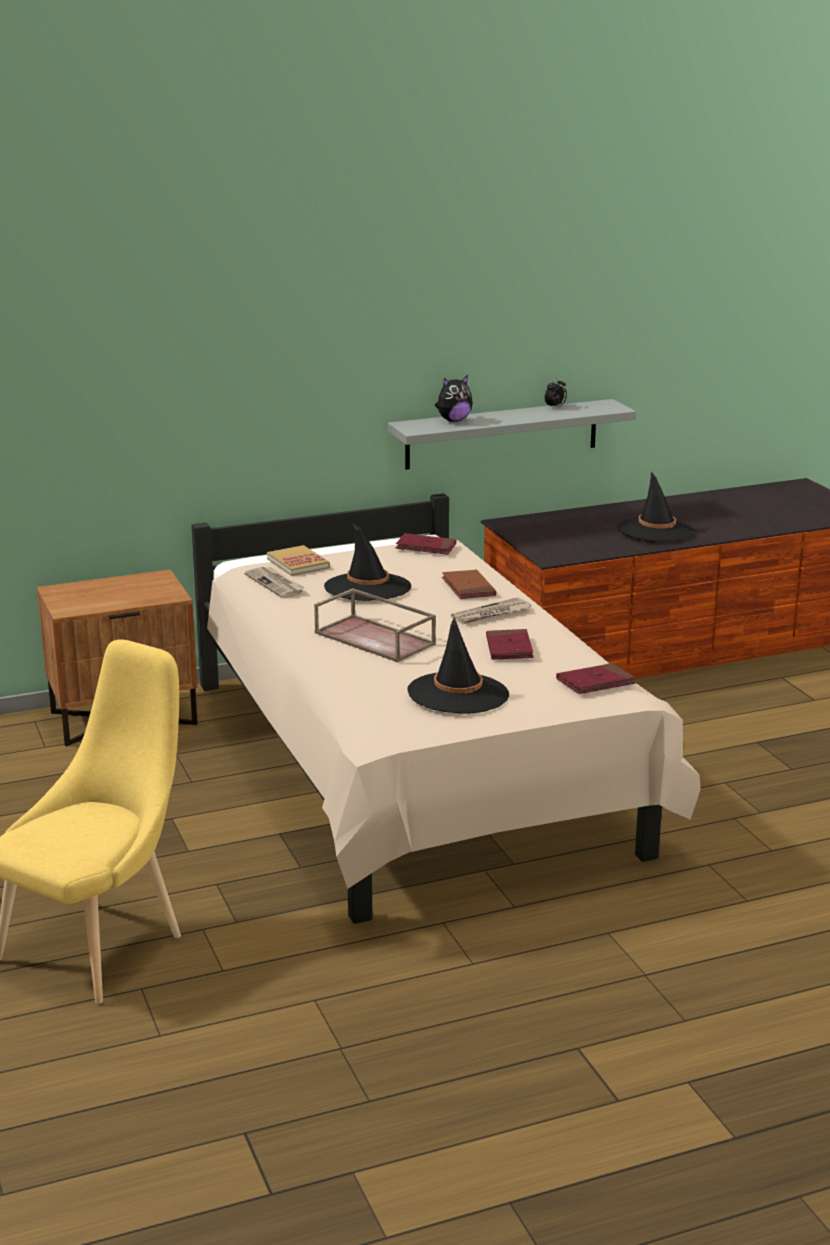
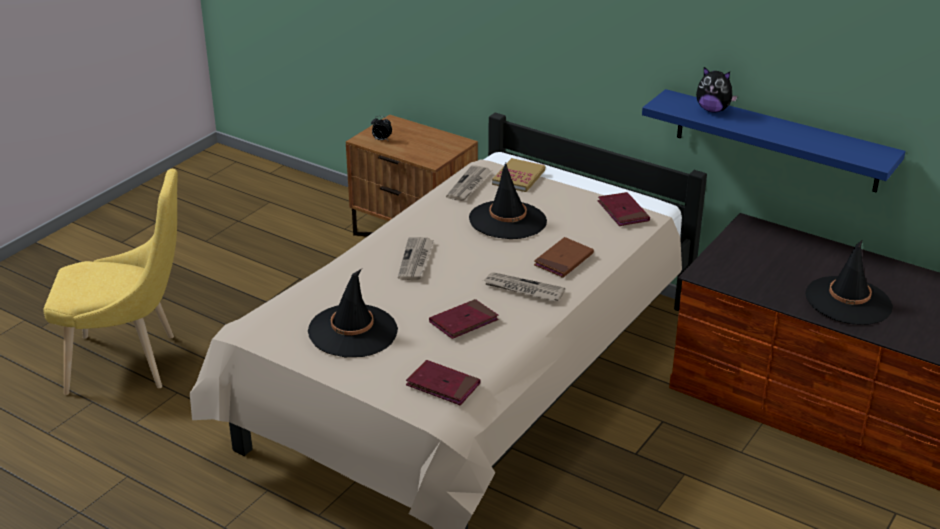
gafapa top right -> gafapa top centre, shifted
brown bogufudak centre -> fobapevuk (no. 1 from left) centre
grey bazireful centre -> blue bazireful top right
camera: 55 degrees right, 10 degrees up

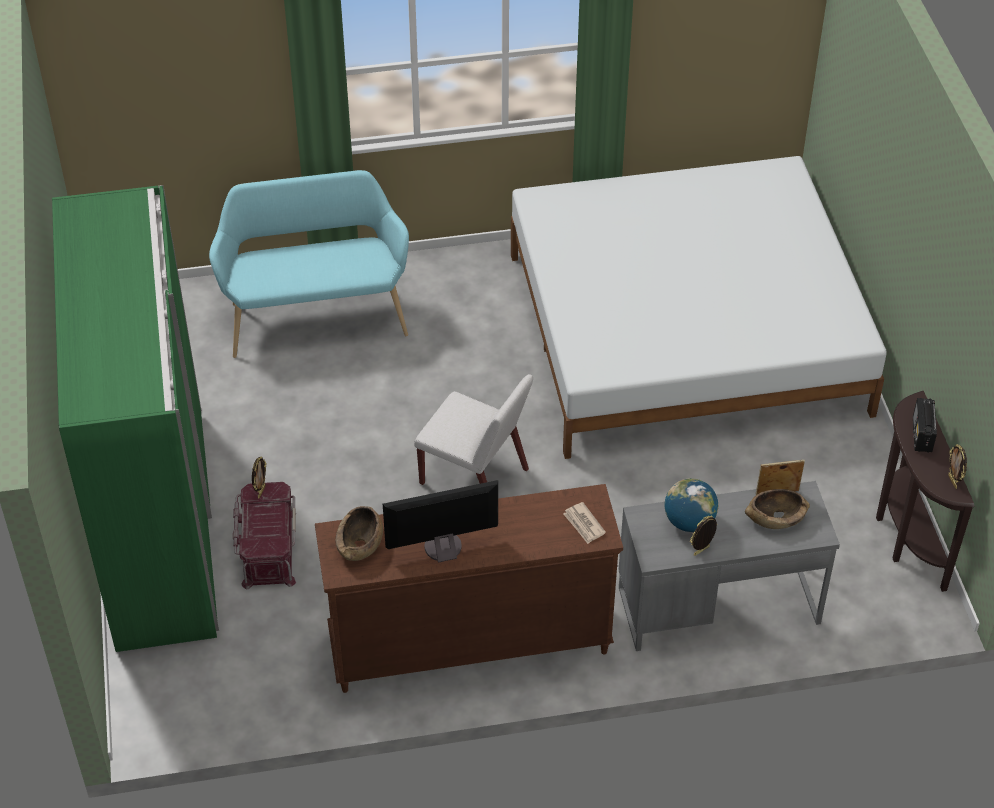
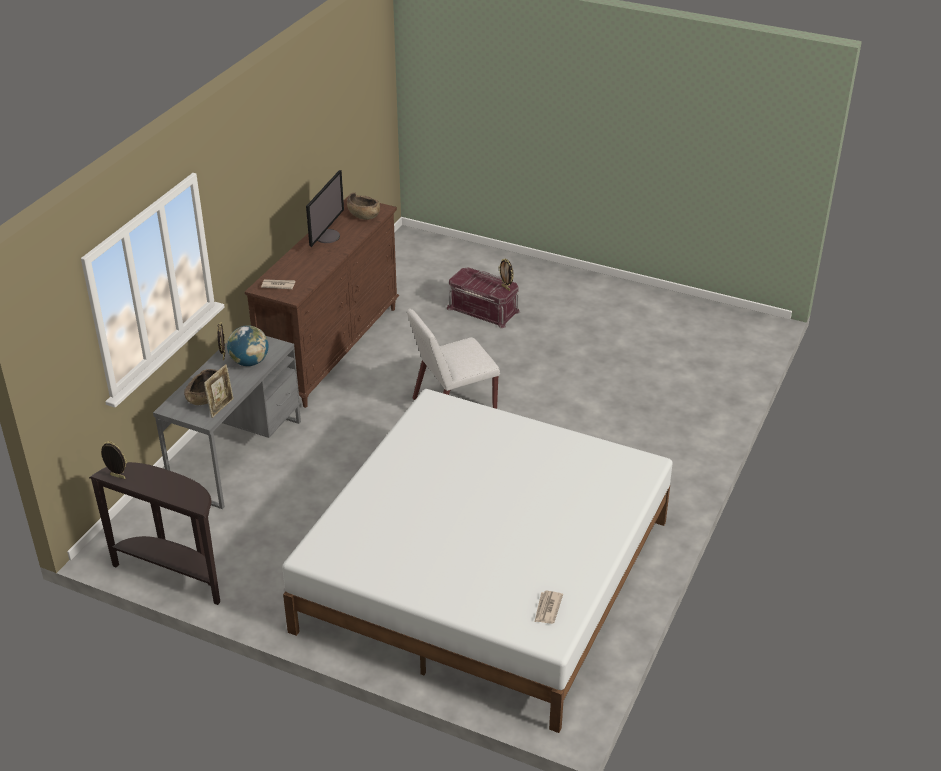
none -> fobapevuk (no. 2 from left) bottom centre
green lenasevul middle left -> none
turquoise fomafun top left -> none
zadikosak middle right -> none
camera: 125 degrees right, 10 degrees down

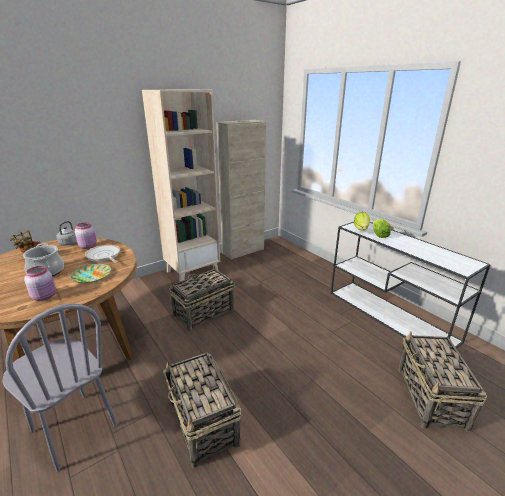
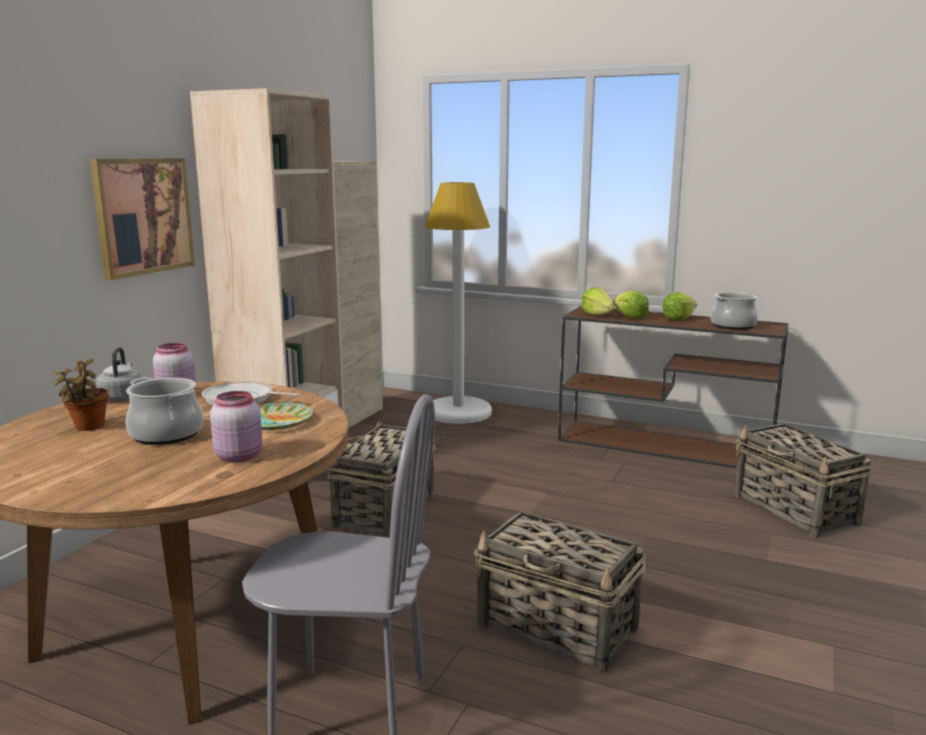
none -> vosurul top left
none -> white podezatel centre
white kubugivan middle right -> brown kubugivan middle right
none -> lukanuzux (no. 3 from left) middle right
none -> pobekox (no. 2 from left) middle right
camera: 30 degrees left, 10 degrees down

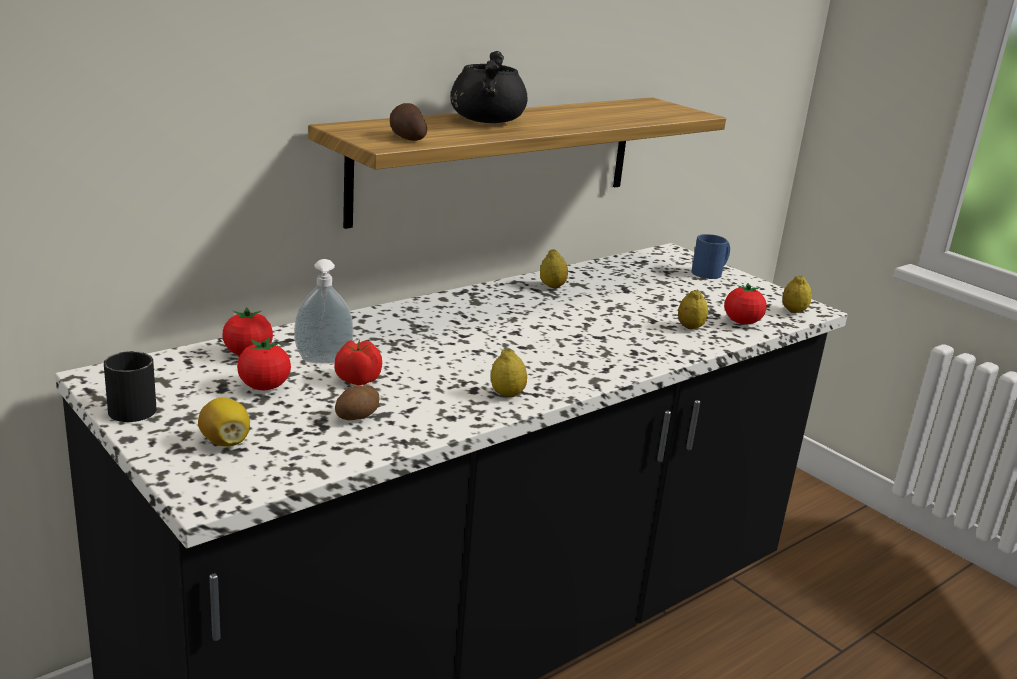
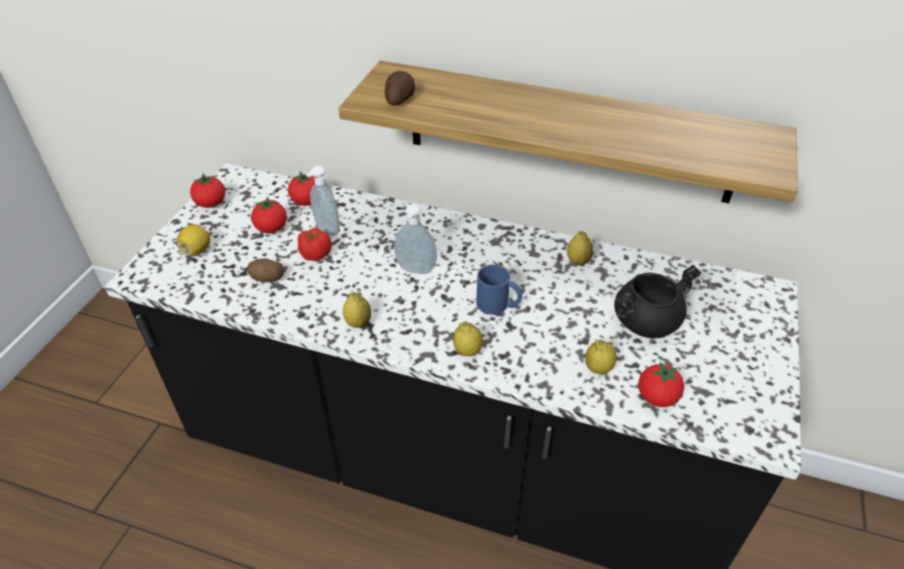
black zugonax middle left -> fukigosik (no. 1 from left) middle left
none -> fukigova (no. 2 from left) centre
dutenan (no. 5 from left in the first image) middle right -> dutenan (no. 3 from left) centre, shifted
blue zugonax middle right -> blue zugonax centre, shifted
black pobekox top centre -> black pobekox middle right, shifted
camera: 60 degrees right, 20 degrees up

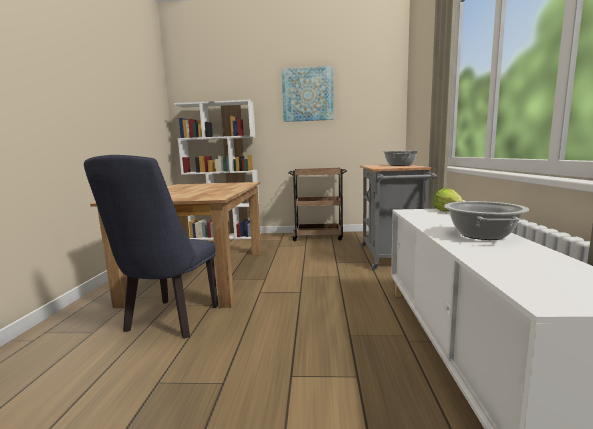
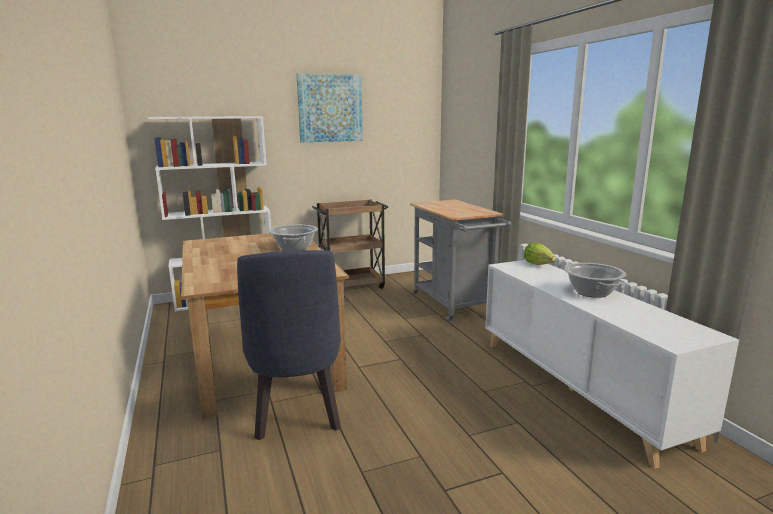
pobekox (no. 1 from left) middle right -> pobekox (no. 1 from left) centre, shifted
camera: 25 degrees left, 5 degrees up

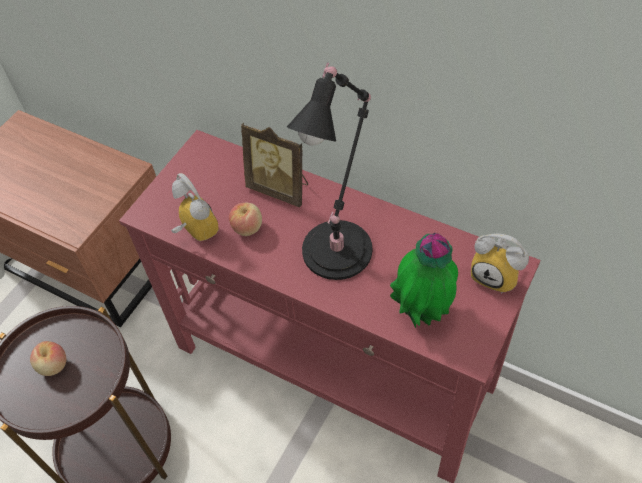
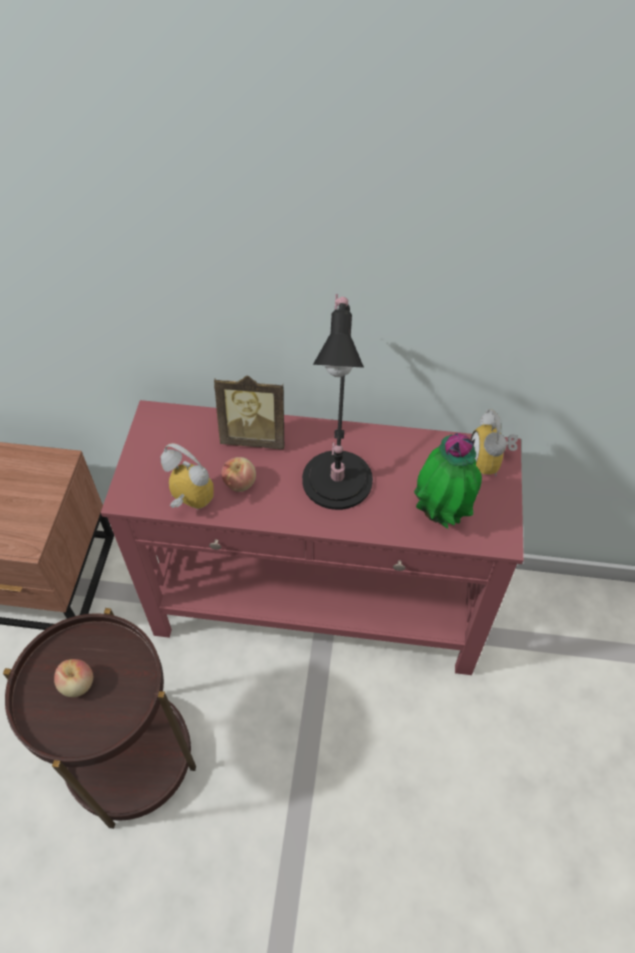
gafapa (no. 2 from left) middle right, 75 degrees clockwise
camera: 25 degrees left, 0 degrees up

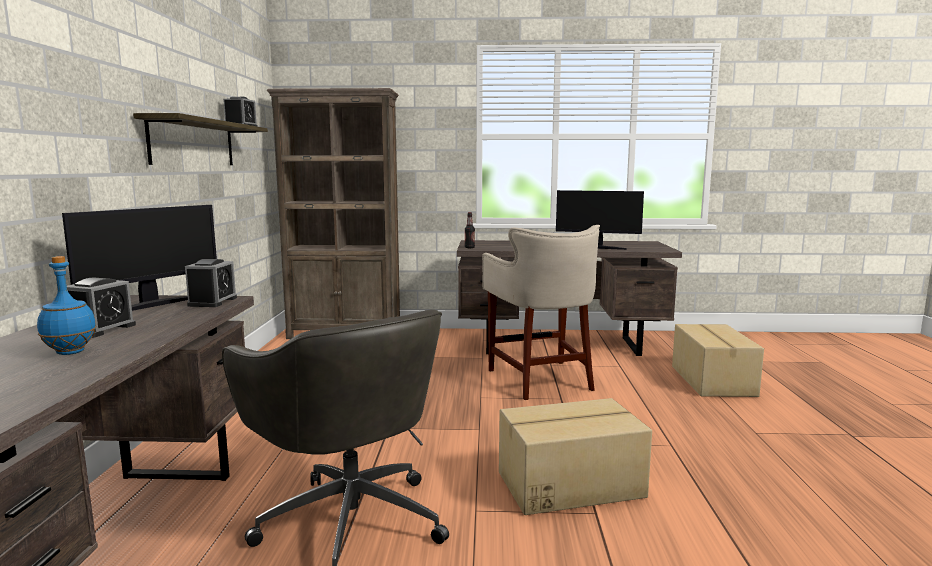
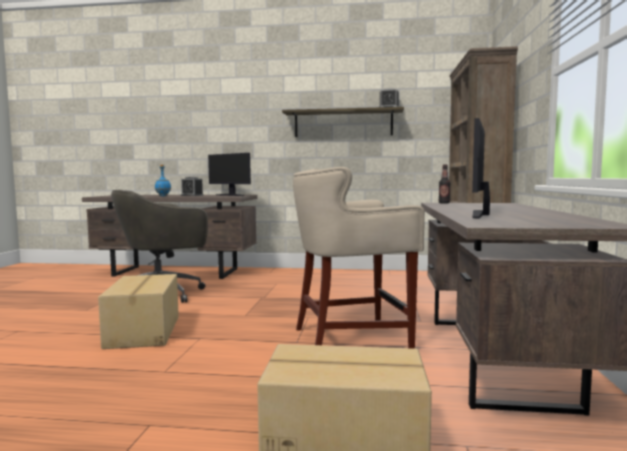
gafapa (no. 2 from left) middle left -> none
camera: 95 degrees right, 5 degrees down

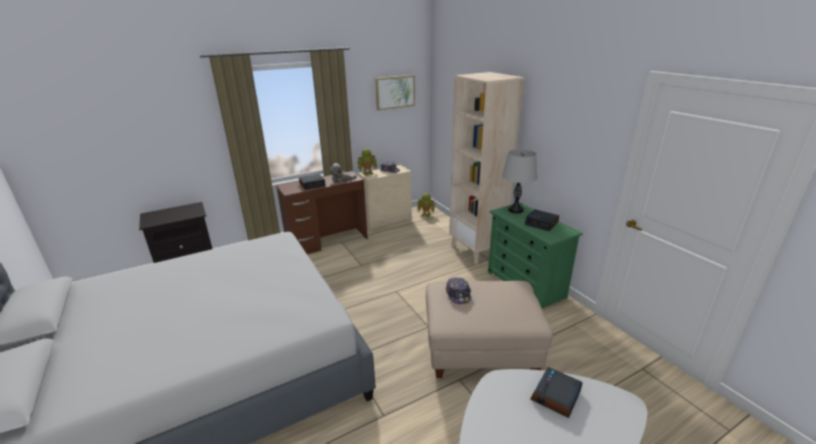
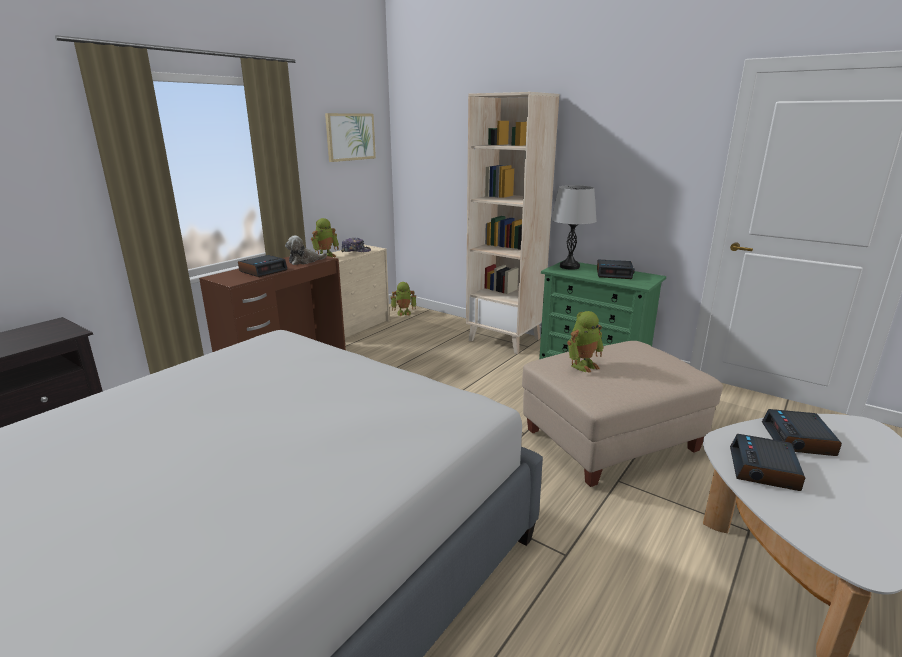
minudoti (no. 2 from left) centre -> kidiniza (no. 3 from left) centre
none -> gafapa (no. 3 from left) bottom right
camera: 25 degrees left, 5 degrees down

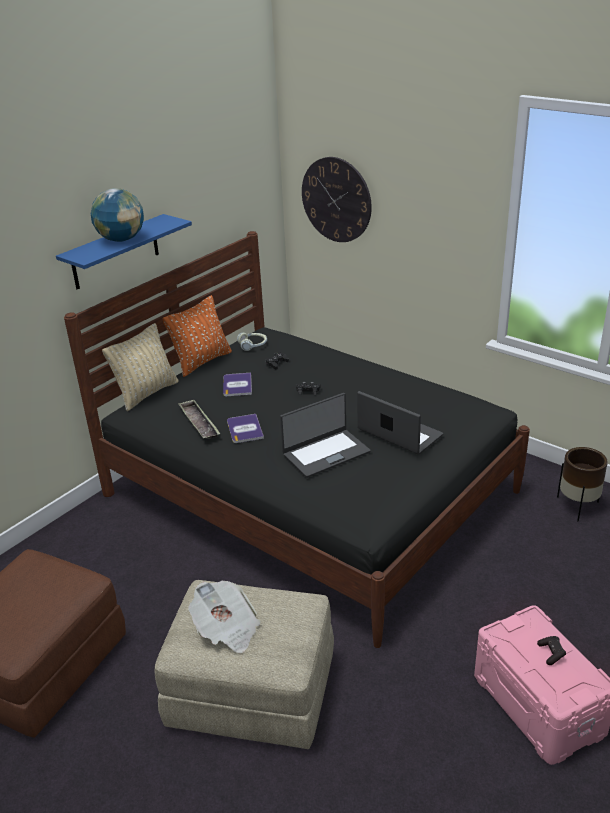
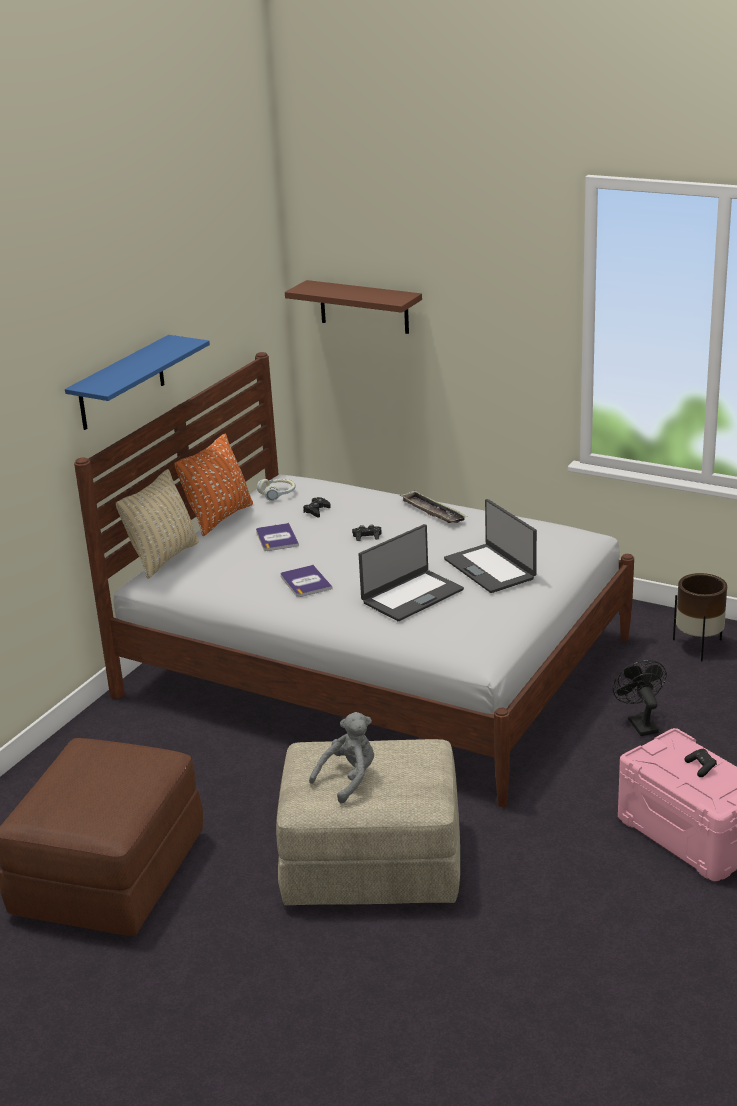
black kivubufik centre -> white kivubufik centre
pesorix top centre -> brown bazireful top centre
fobapevuk bottom centre -> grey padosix bottom centre
bogufudak middle left -> bogufudak centre, shifted
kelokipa (no. 2 from left) centre, 150 degrees counterclockwise
none -> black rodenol middle right
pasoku top left -> none
camera: 10 degrees left, 5 degrees down

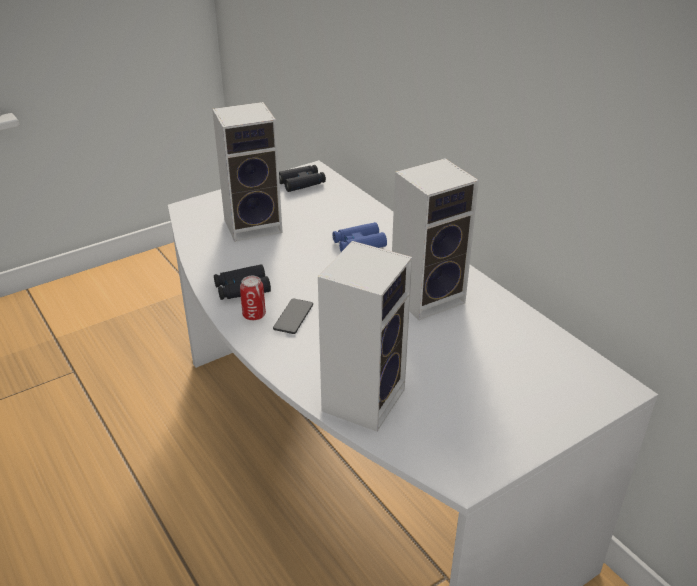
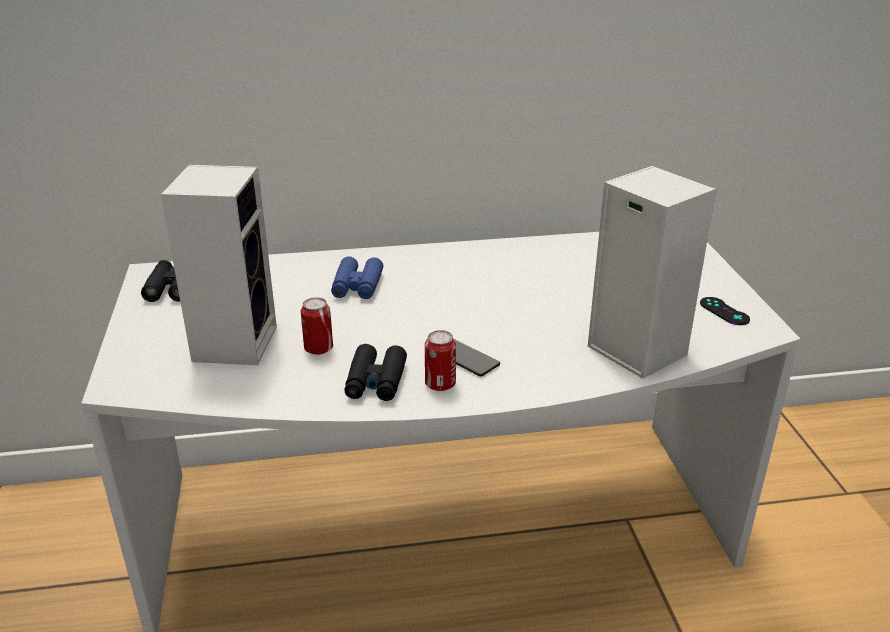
none -> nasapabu (no. 1 from left) centre
none -> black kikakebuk middle right
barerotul (no. 3 from left) centre -> none
camera: 65 degrees left, 5 degrees down

